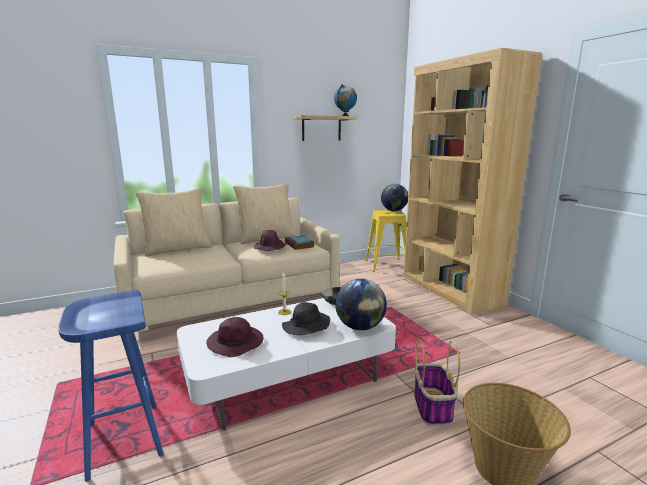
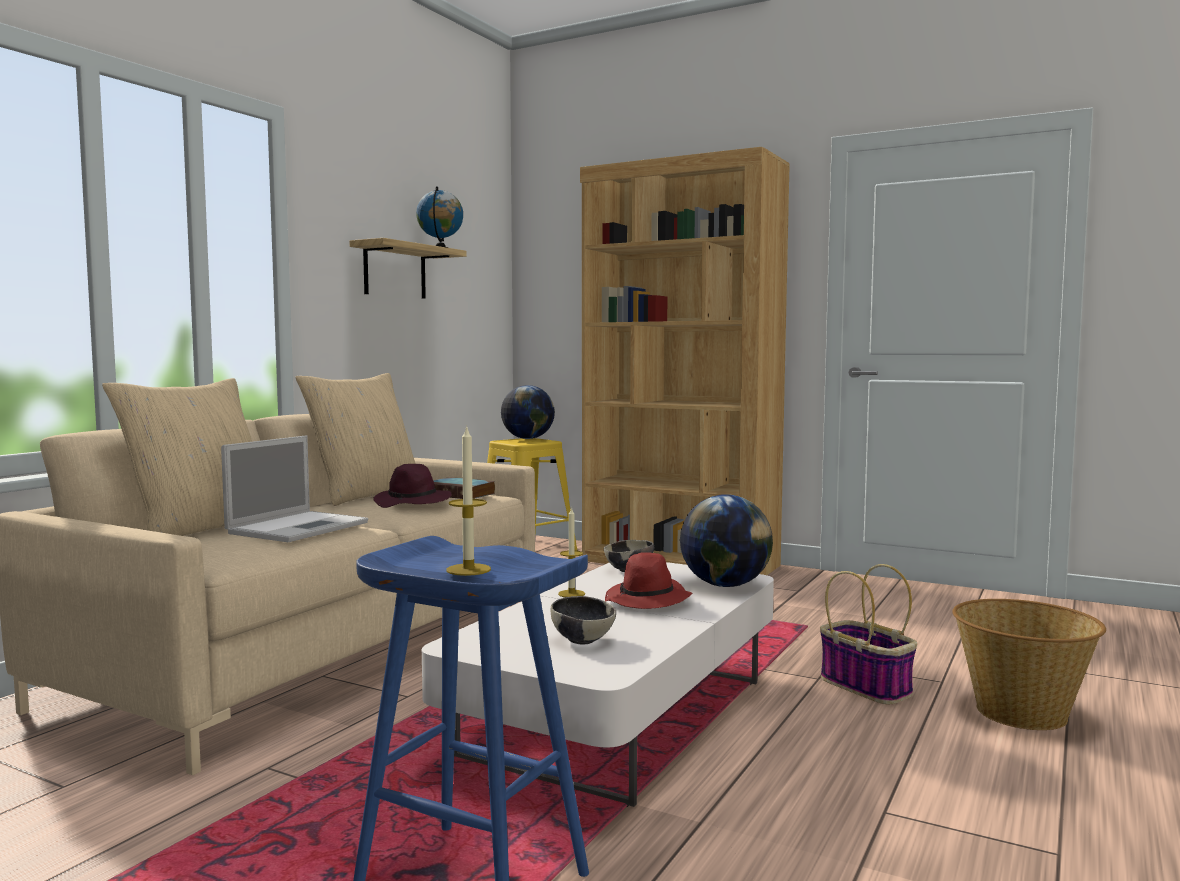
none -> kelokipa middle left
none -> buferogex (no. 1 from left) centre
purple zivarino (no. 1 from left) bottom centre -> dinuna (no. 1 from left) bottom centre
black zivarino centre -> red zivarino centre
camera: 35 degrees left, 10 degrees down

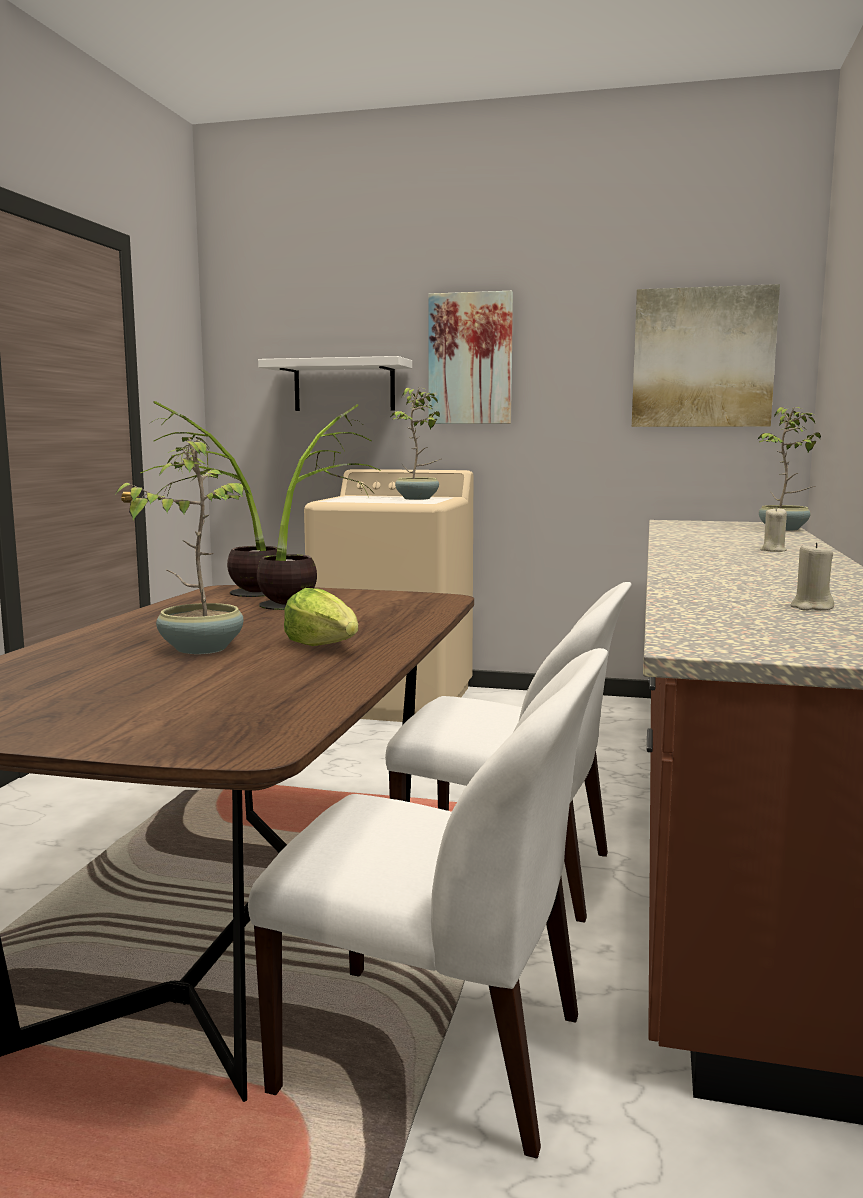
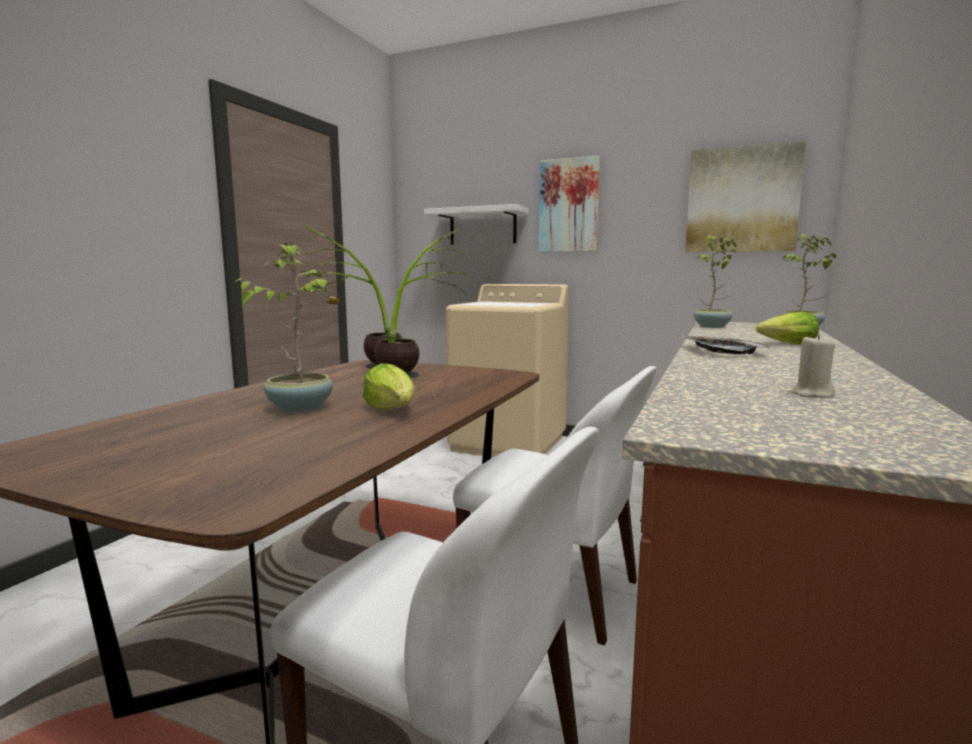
none -> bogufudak middle right
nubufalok (no. 4 from left) centre -> nubufalok (no. 4 from left) middle right, shifted
beige buferogex (no. 1 from left) middle right -> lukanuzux (no. 2 from left) middle right
camera: 10 degrees right, 0 degrees up

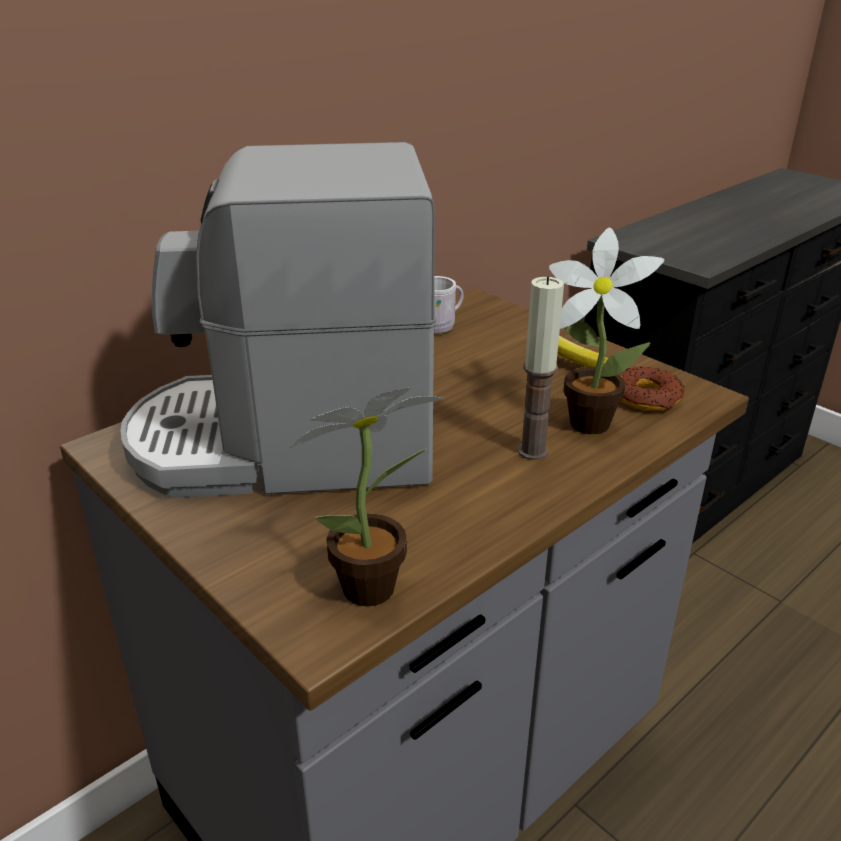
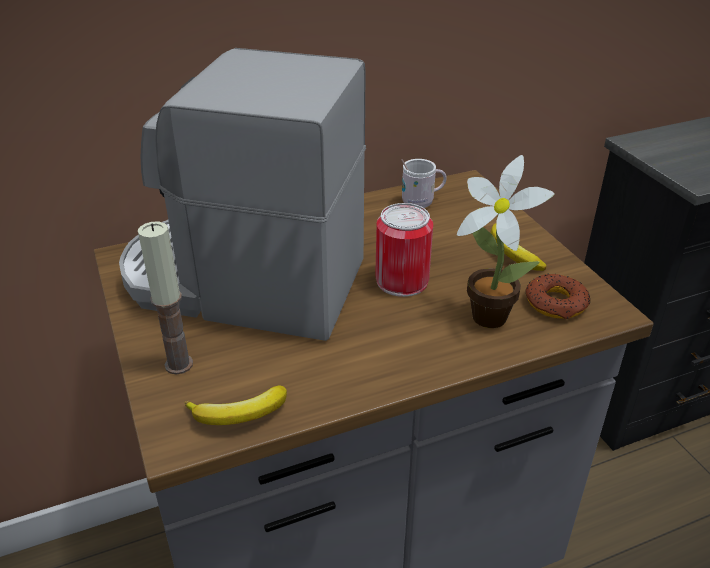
buferogex centre -> buferogex middle left, shifted
nubufalok (no. 1 from left) centre -> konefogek (no. 1 from left) bottom left
none -> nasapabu centre
camera: 20 degrees right, 5 degrees up

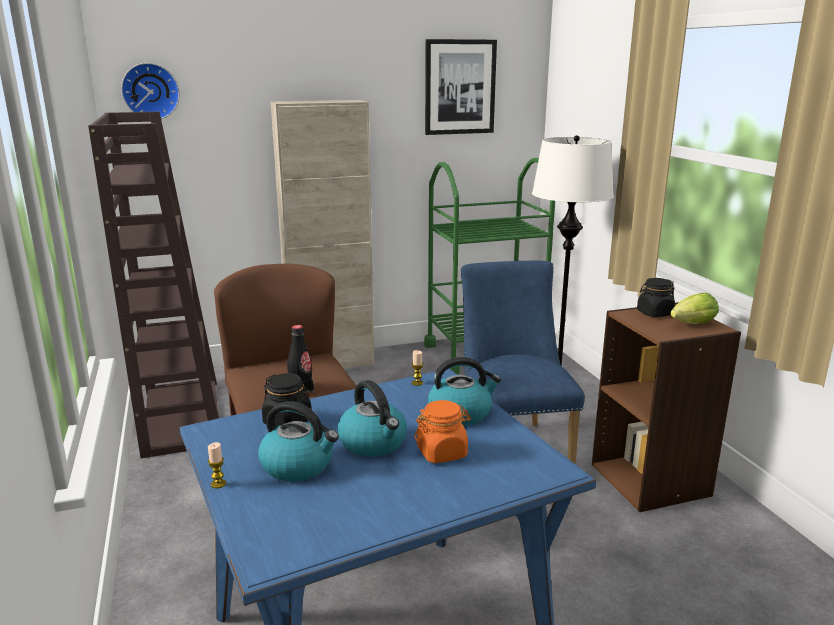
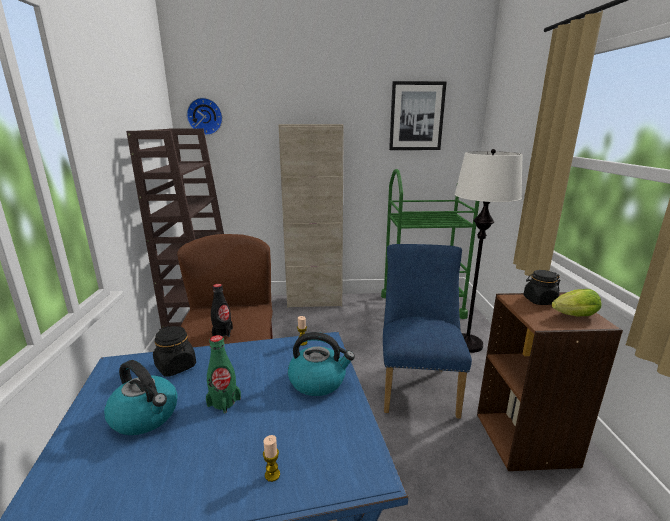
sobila (no. 2 from left) bottom centre -> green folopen bottom left
buferogex (no. 1 from left) bottom left -> buferogex (no. 1 from left) bottom centre, shifted
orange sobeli bottom centre -> none
camera: 15 degrees right, 0 degrees up

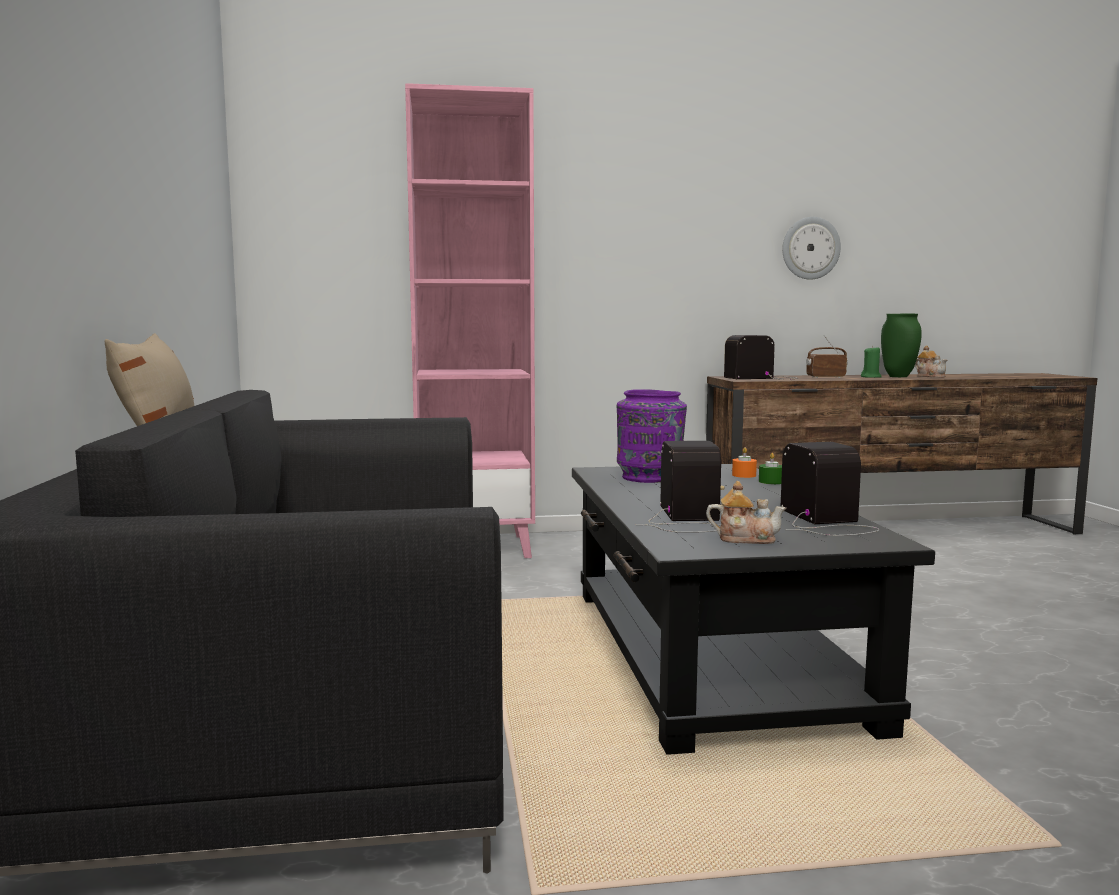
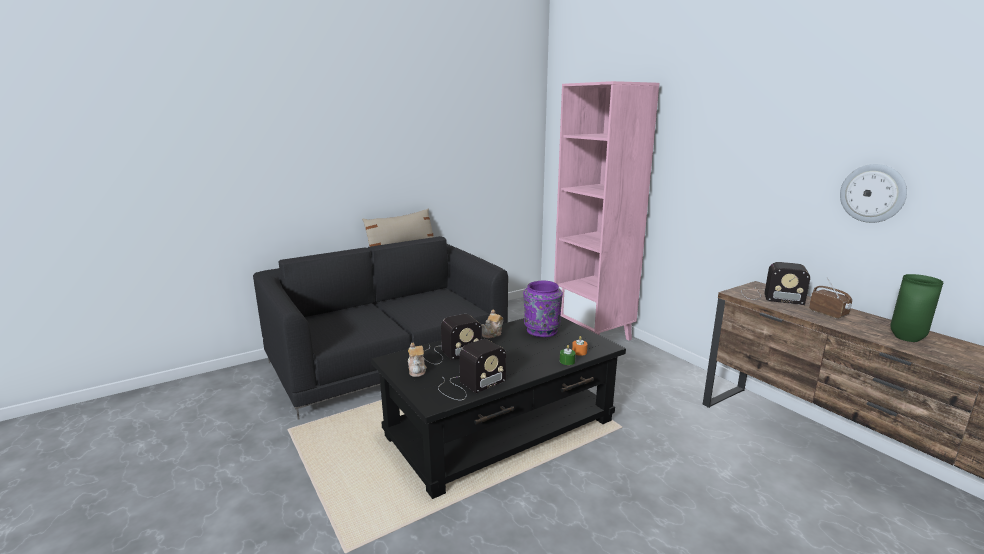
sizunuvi (no. 2 from left) middle right -> sizunuvi (no. 2 from left) centre, shifted
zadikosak (no. 2 from left in the first image) middle right -> zadikosak (no. 3 from left) middle right, 150 degrees clockwise
green buferogex (no. 2 from left) middle right -> none
camera: 65 degrees right, 10 degrees up

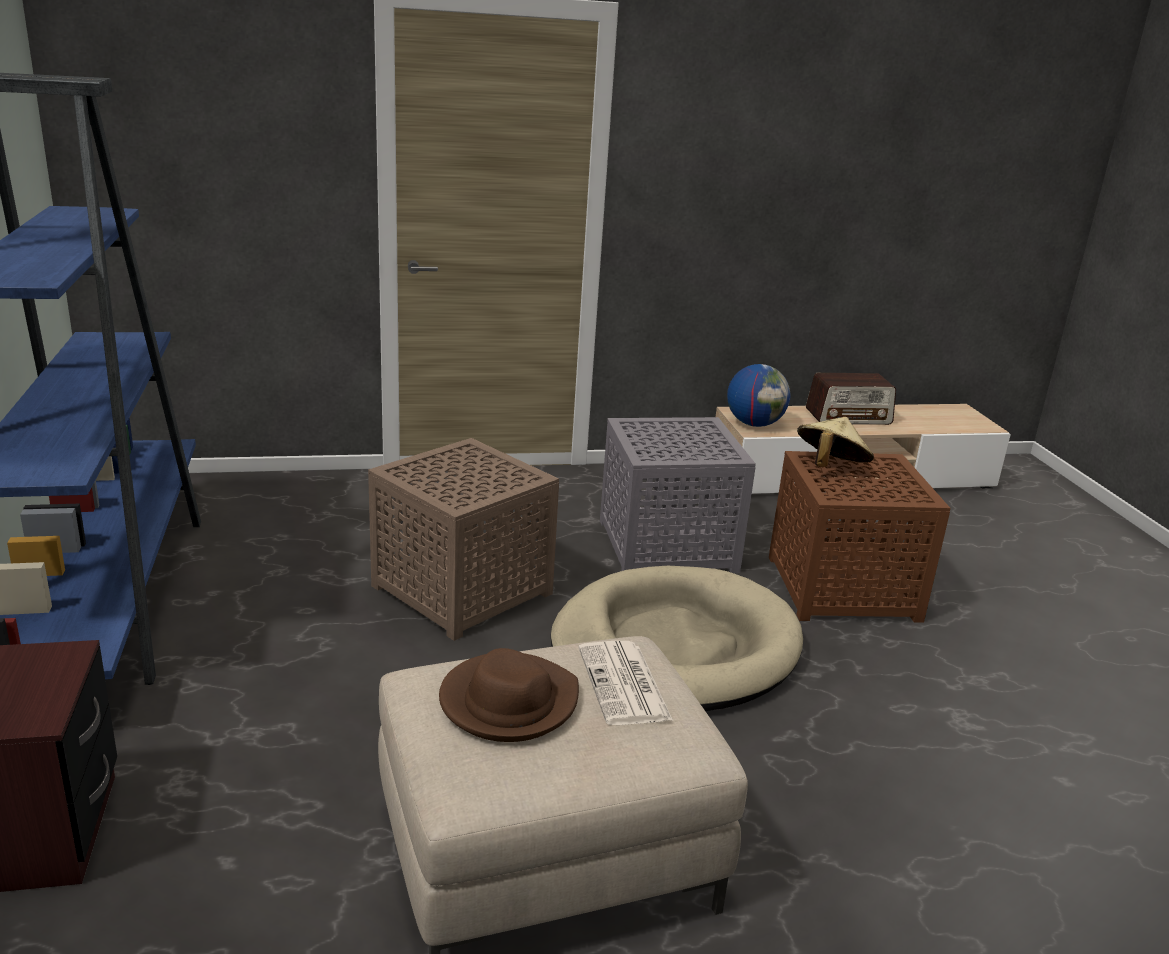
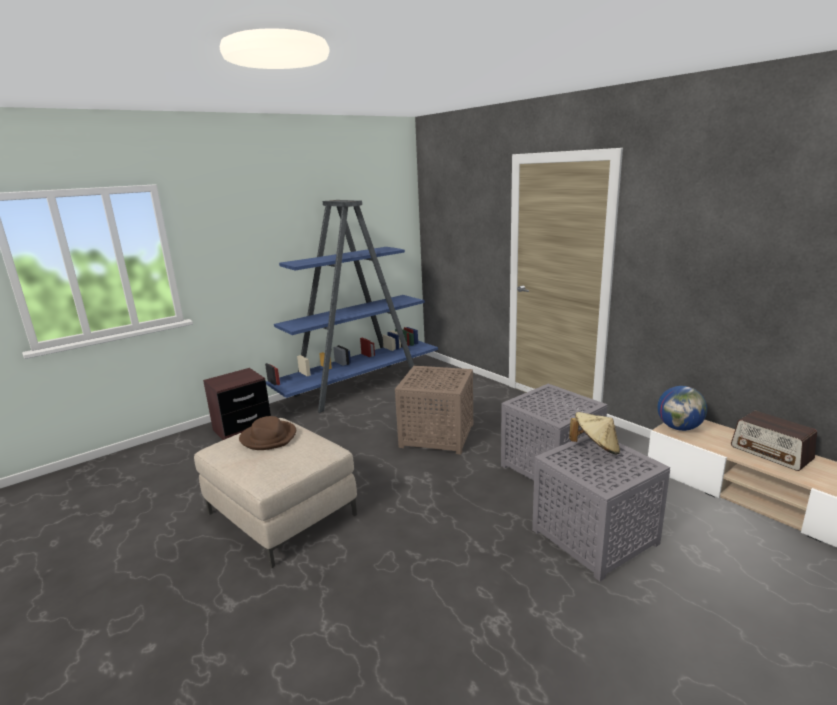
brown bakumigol (no. 2 from left) middle right -> grey bakumigol (no. 2 from left) bottom right
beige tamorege bottom centre -> none
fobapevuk bottom centre -> none
camera: 65 degrees right, 5 degrees down

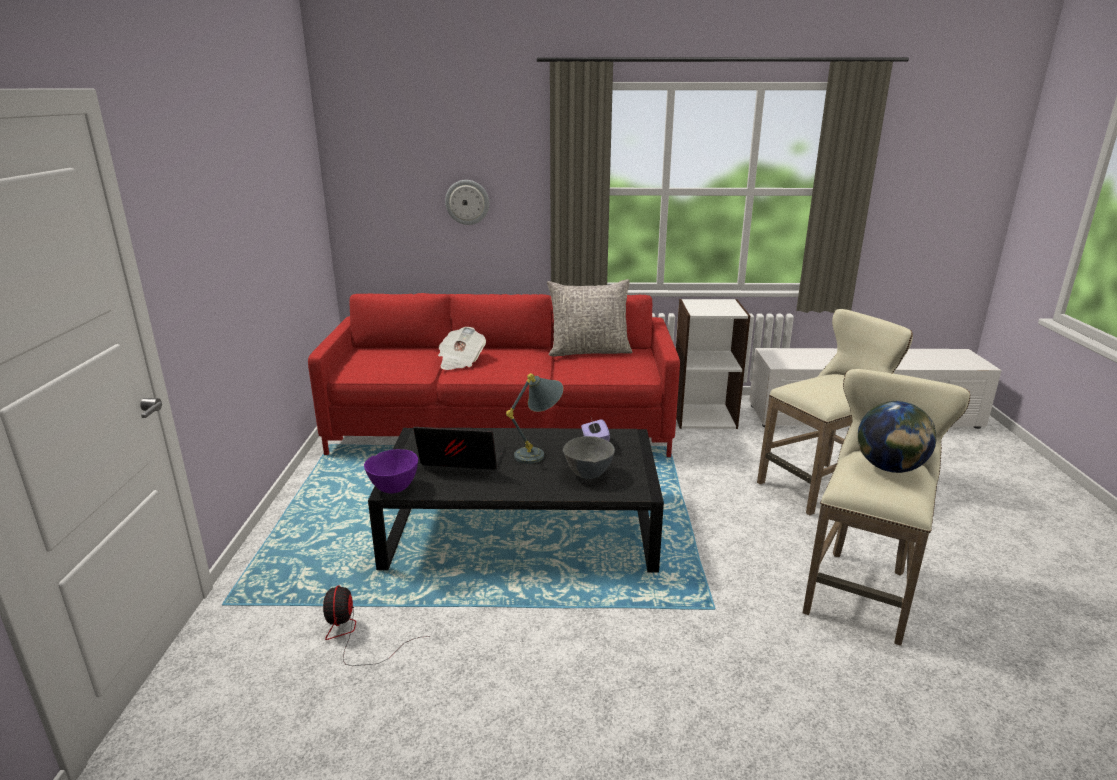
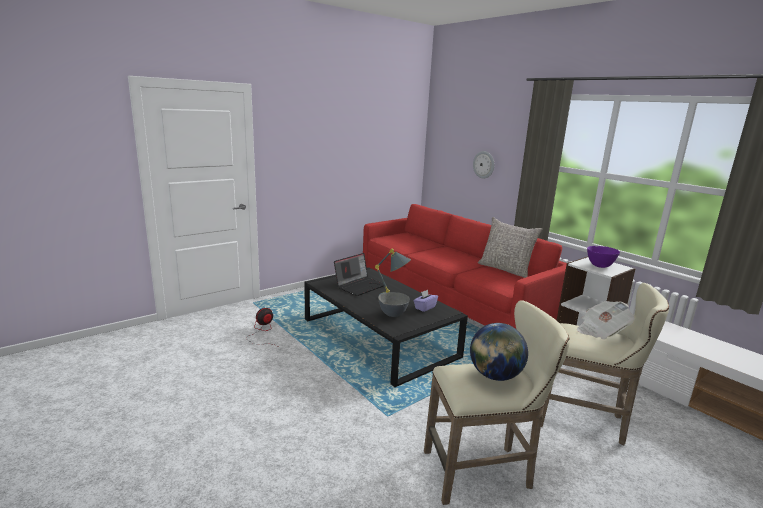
kelokipa centre, 75 degrees clockwise
fobapevuk centre -> fobapevuk middle right, shifted
purple dinuna centre -> purple dinuna middle right, shifted
camera: 50 degrees right, 5 degrees down

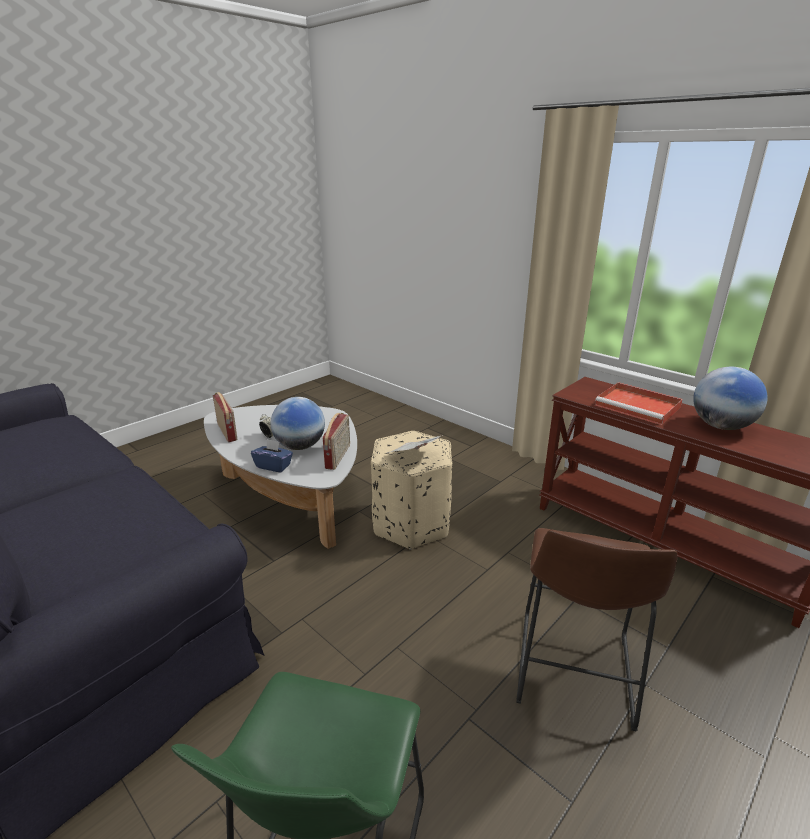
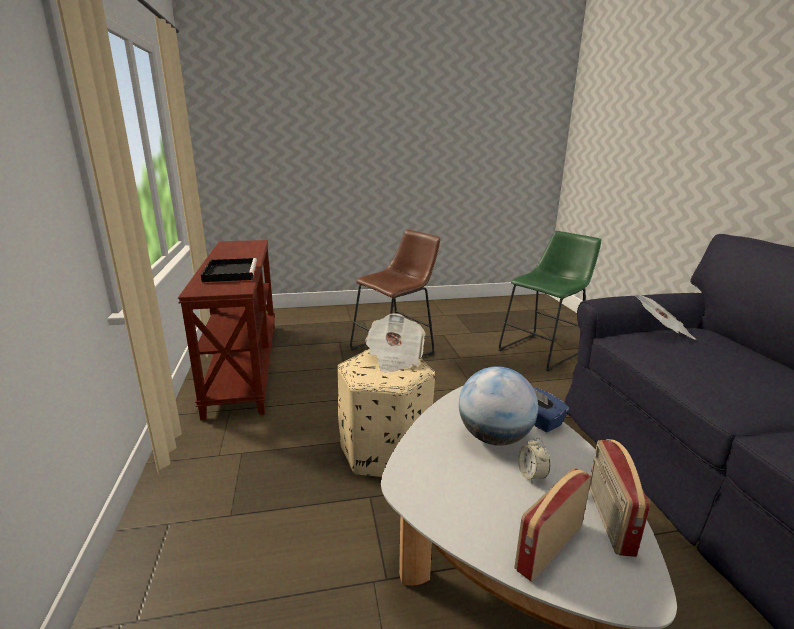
red bogufudak middle right -> black bogufudak middle left
zadikosak (no. 2 from left in the first image) centre -> zadikosak (no. 1 from left) bottom right, shifted
none -> fobapevuk (no. 2 from left) middle right
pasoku (no. 2 from left) middle right -> none
camera: 145 degrees left, 5 degrees down

